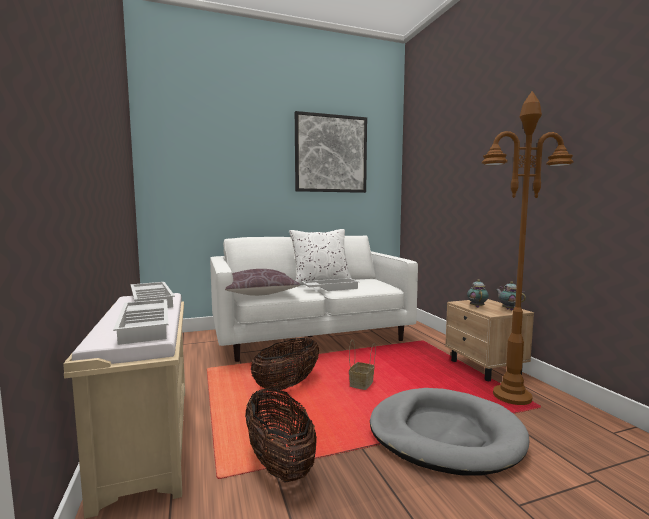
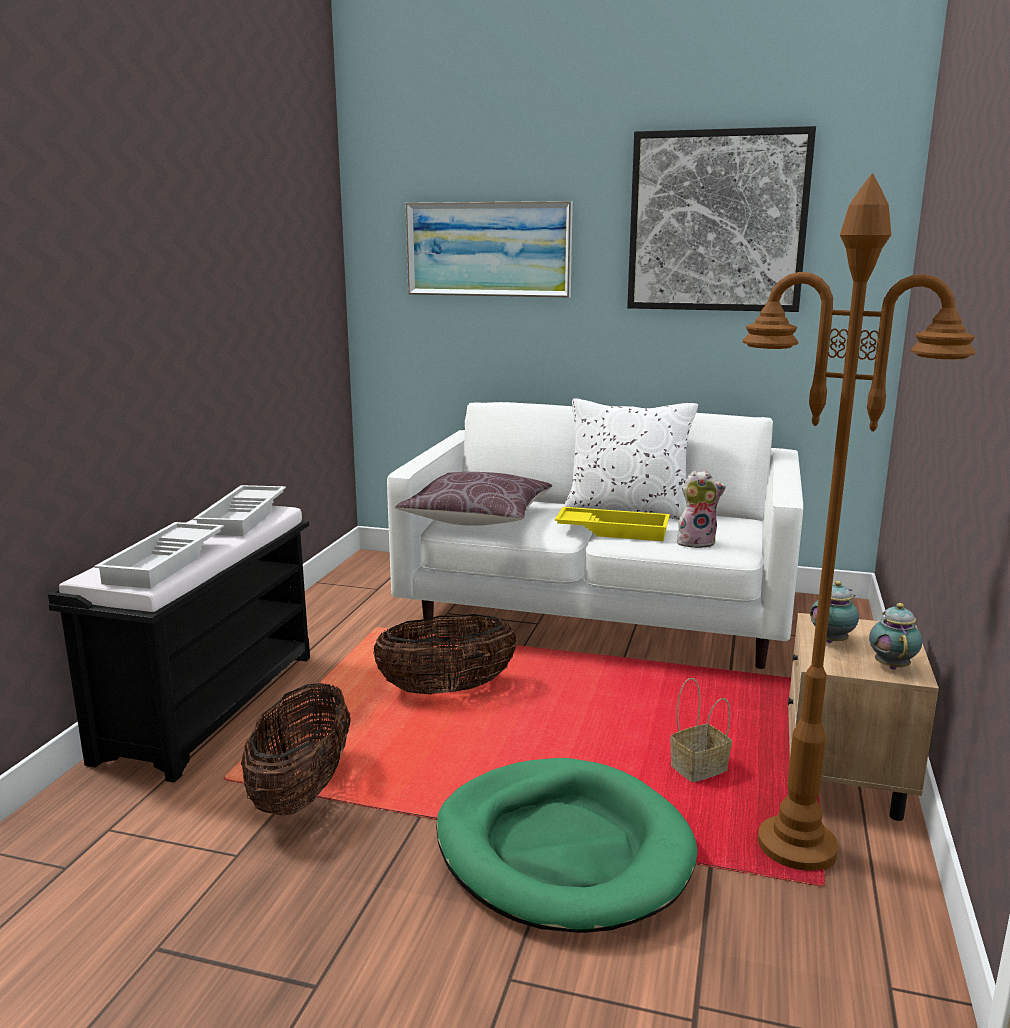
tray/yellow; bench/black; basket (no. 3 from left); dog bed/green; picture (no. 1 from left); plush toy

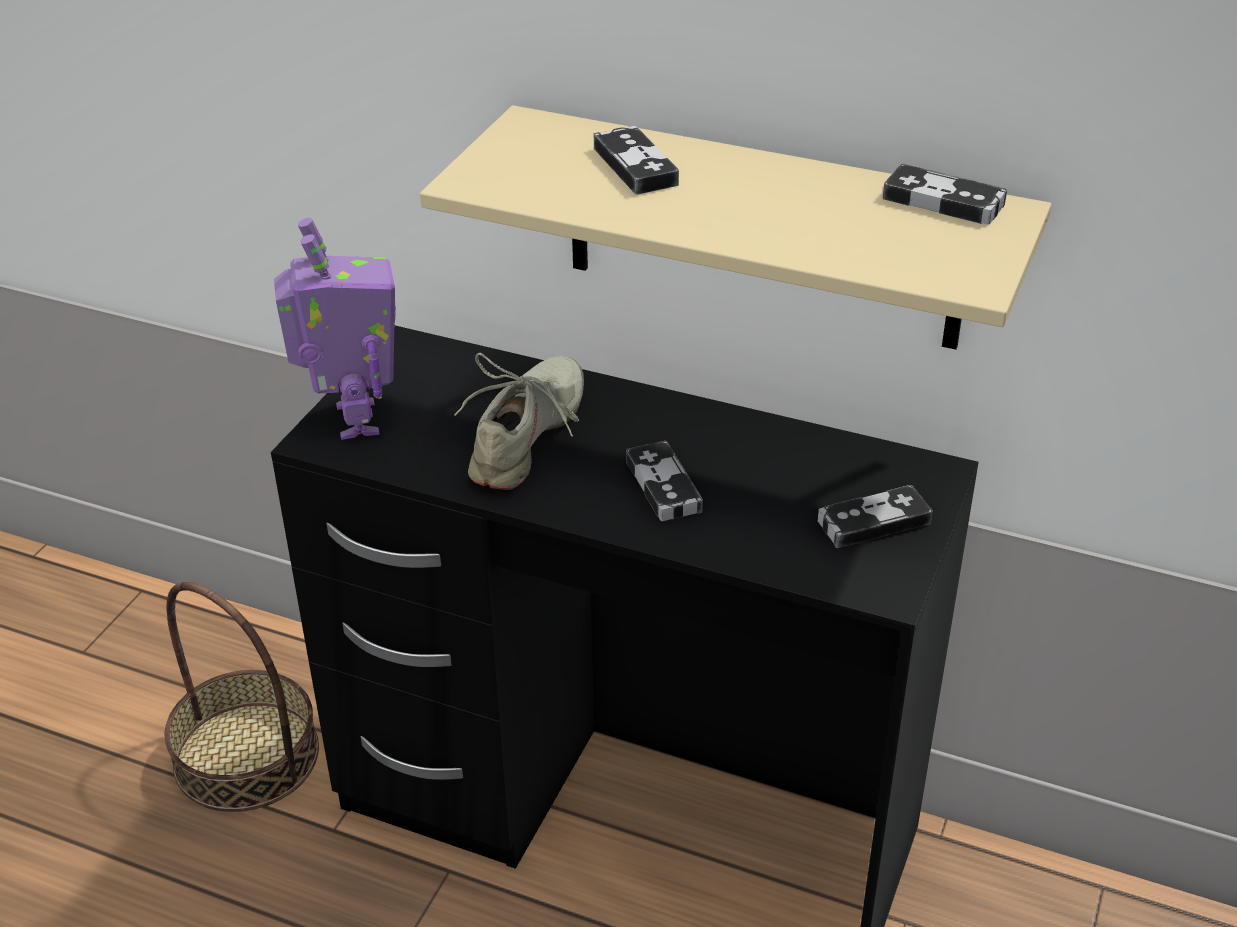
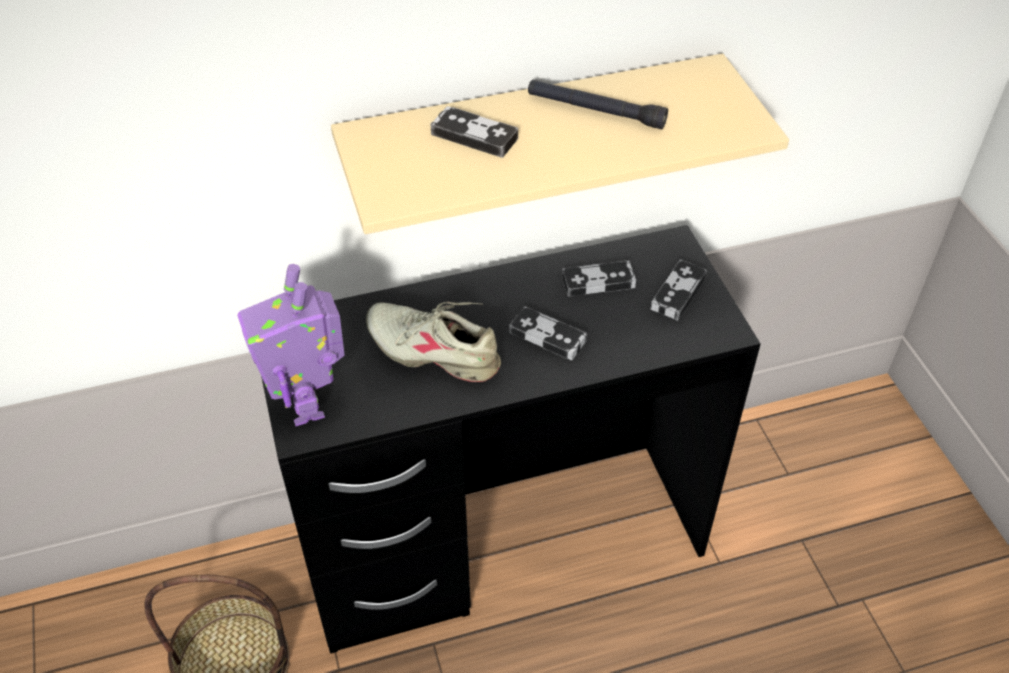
game controller (no. 3 from left); toy robot; shoe/beige; flashlight/black

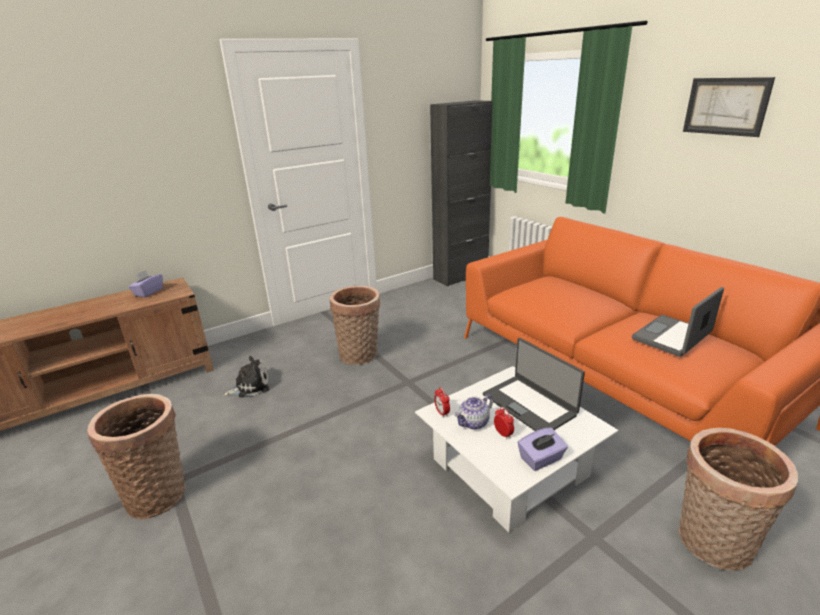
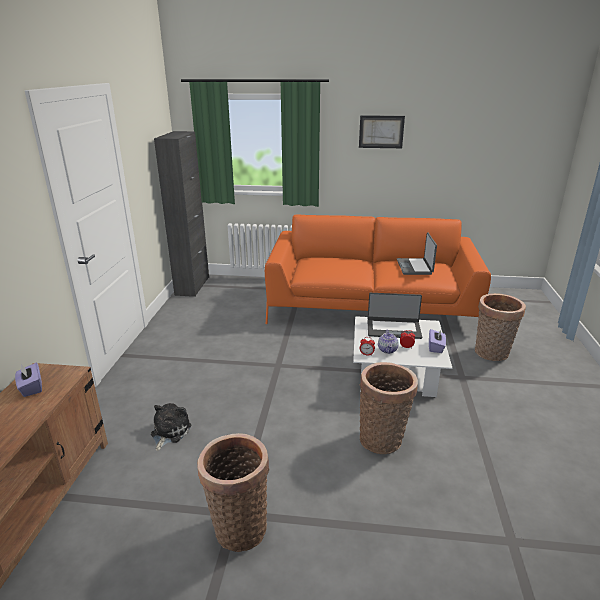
basket (no. 2 from left)

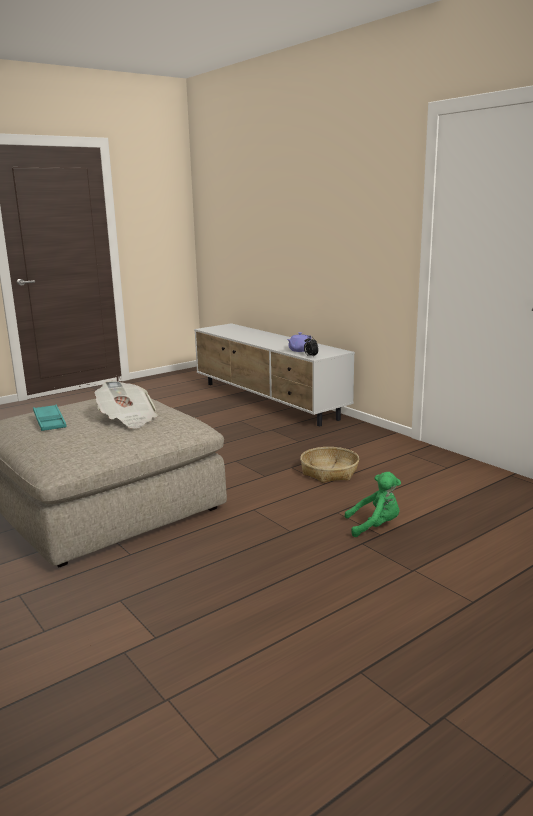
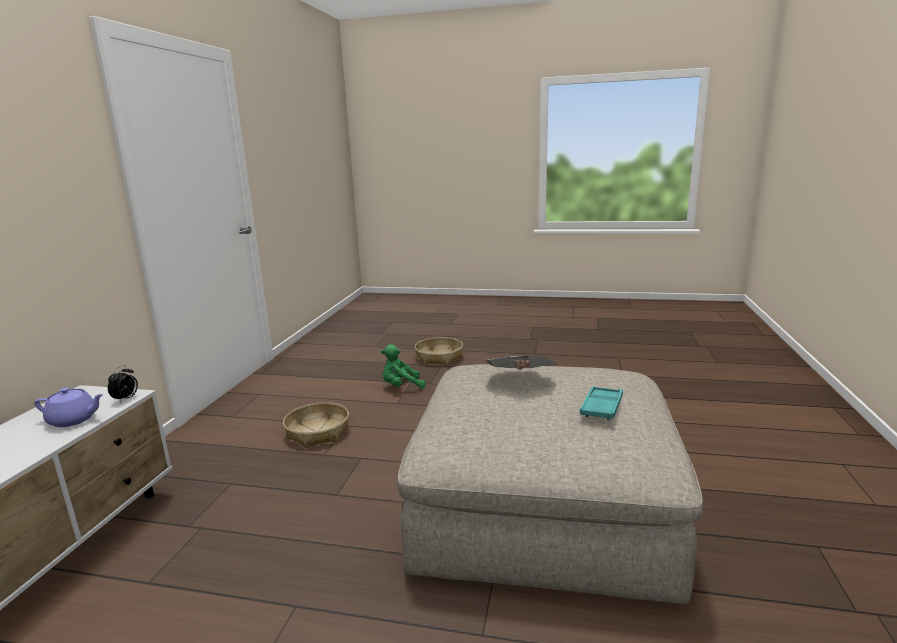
plush toy/green; basket (no. 2 from left)

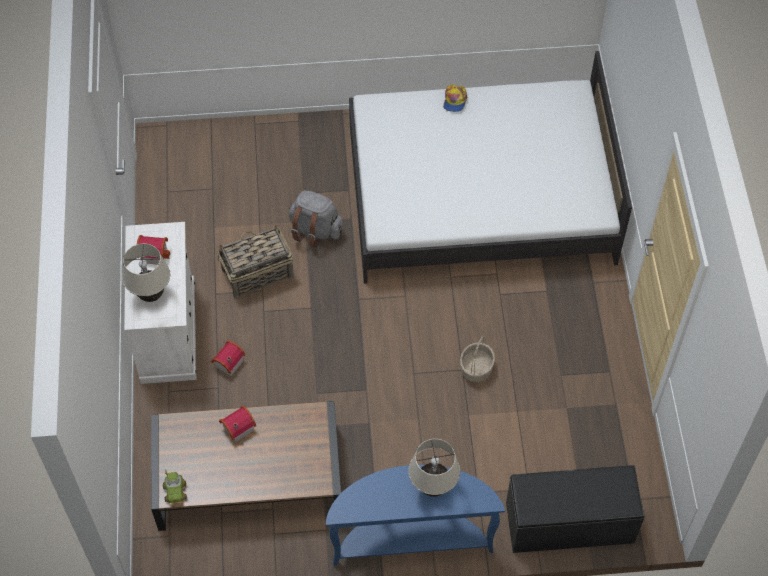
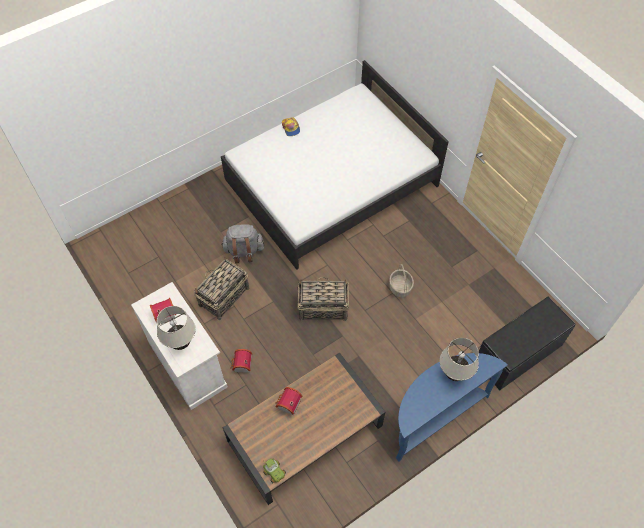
basket (no. 2 from left)

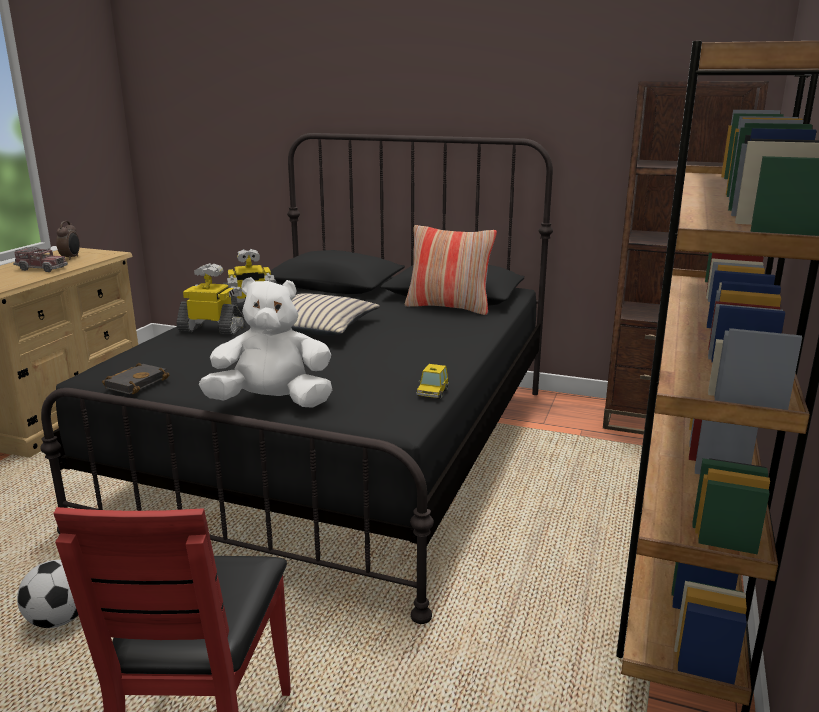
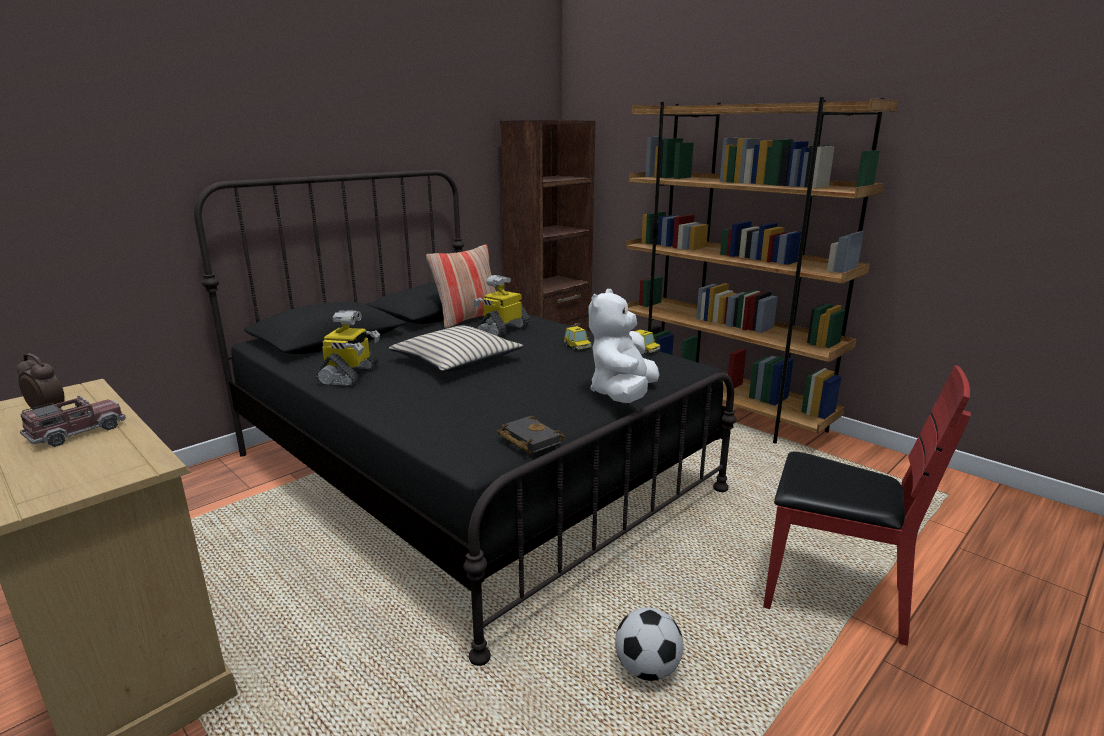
toy robot (no. 2 from left); toy car (no. 1 from left)

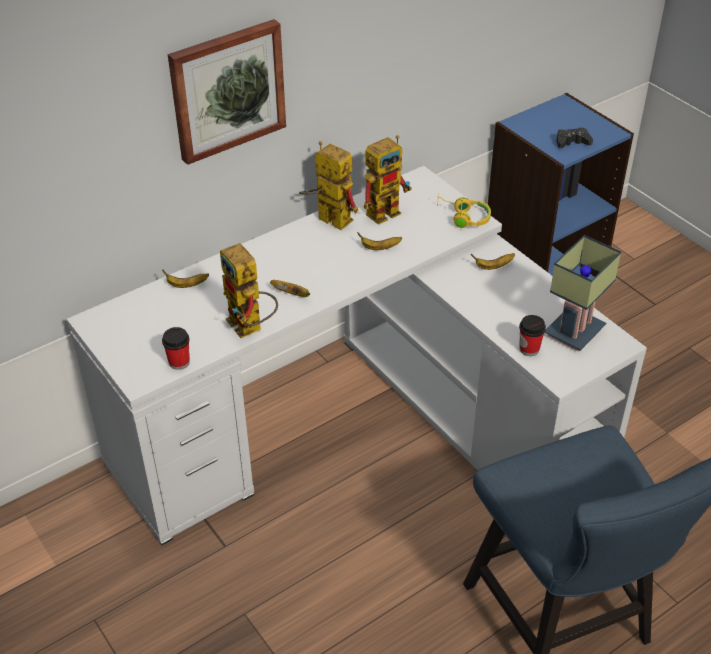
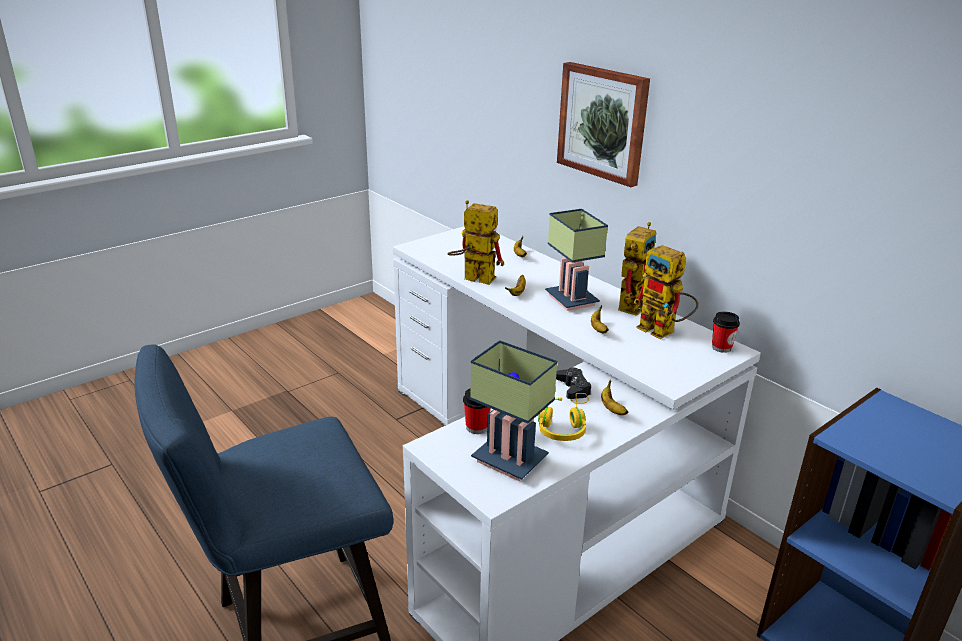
game controller/black; headphones/yellow; toy robot (no. 1 from left); cup (no. 2 from left); table lamp (no. 2 from left)

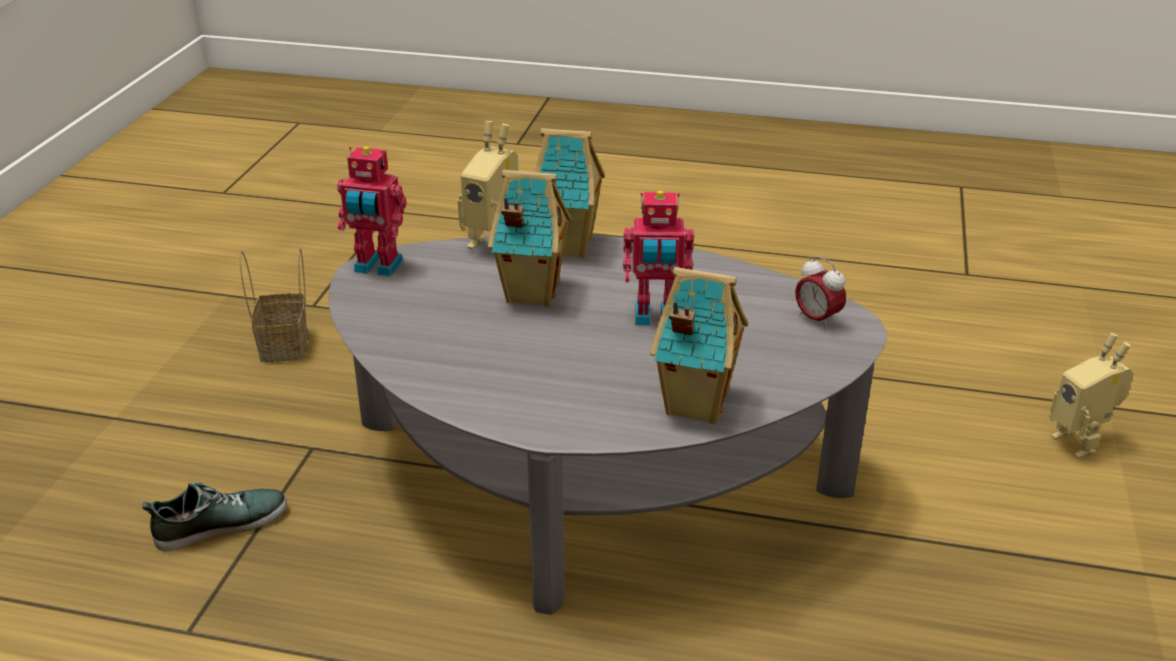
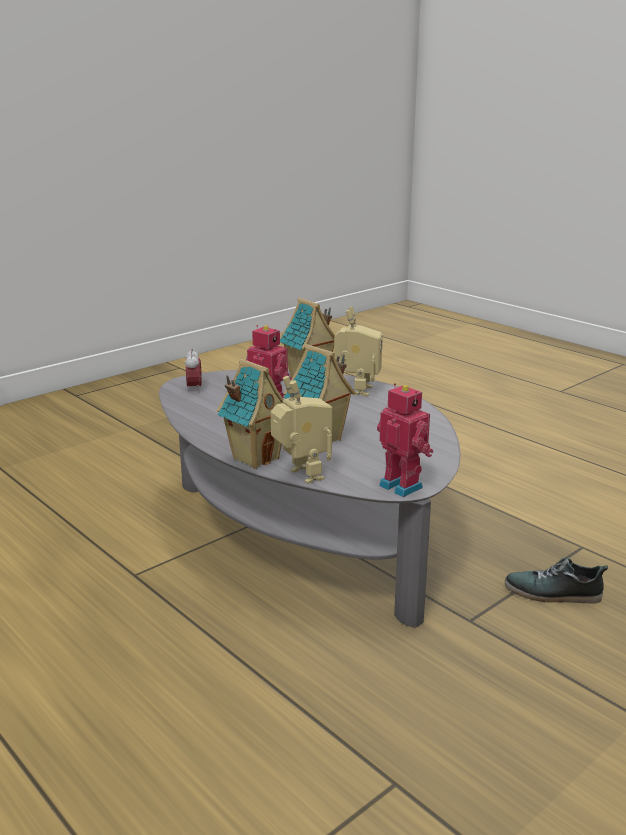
basket; toy robot (no. 3 from left)

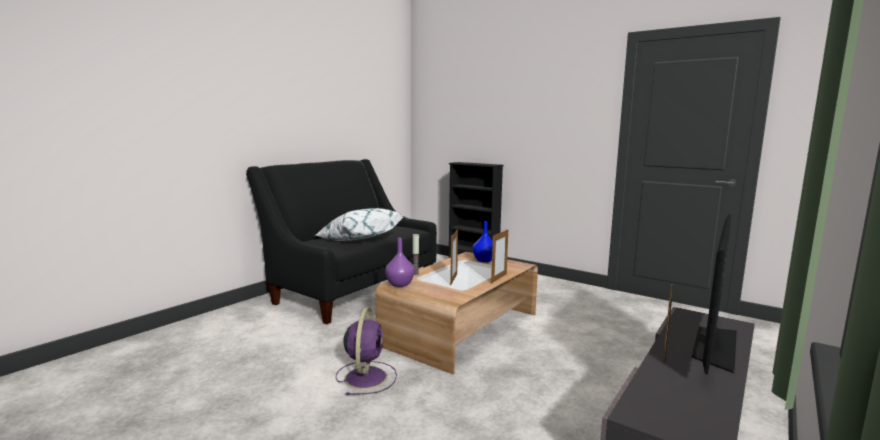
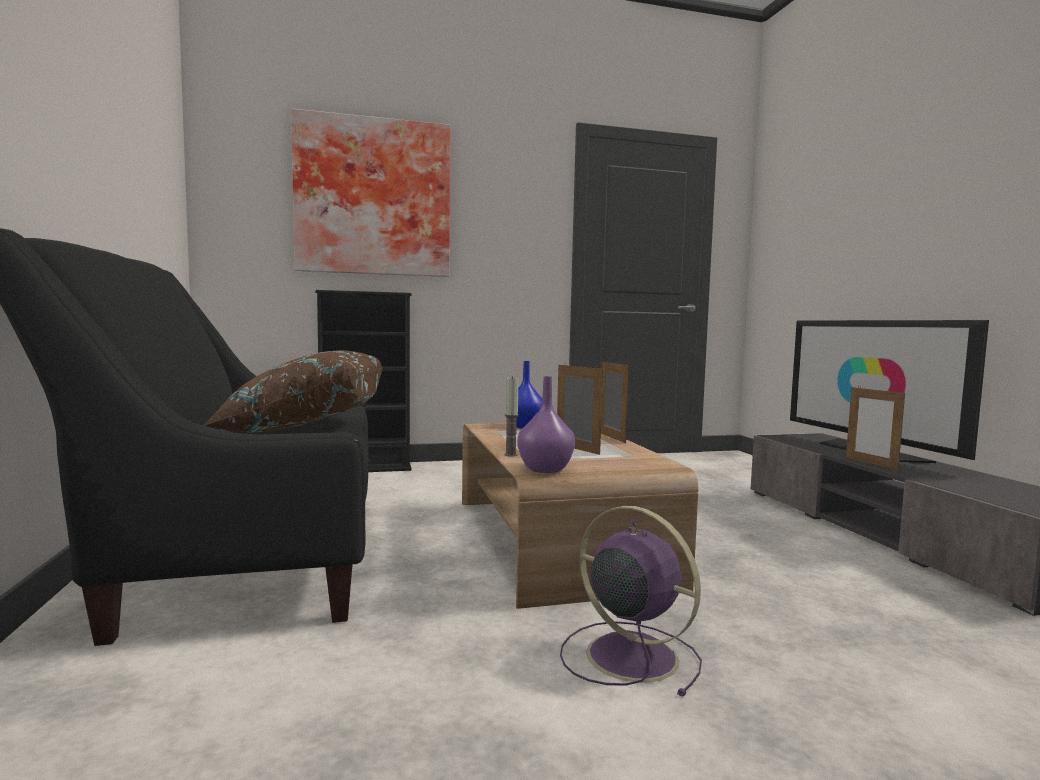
pillow/brown; picture

